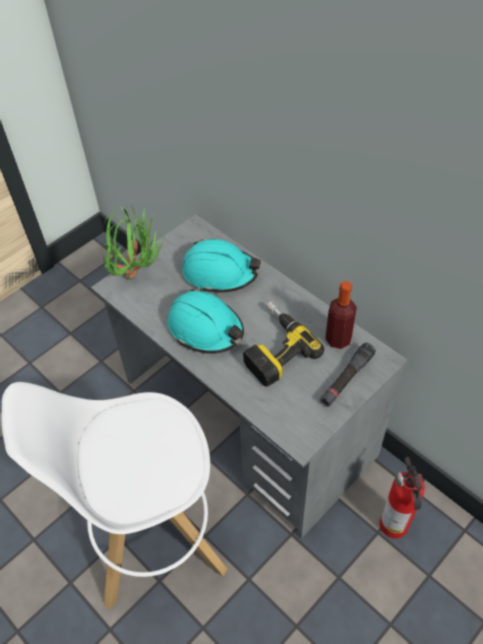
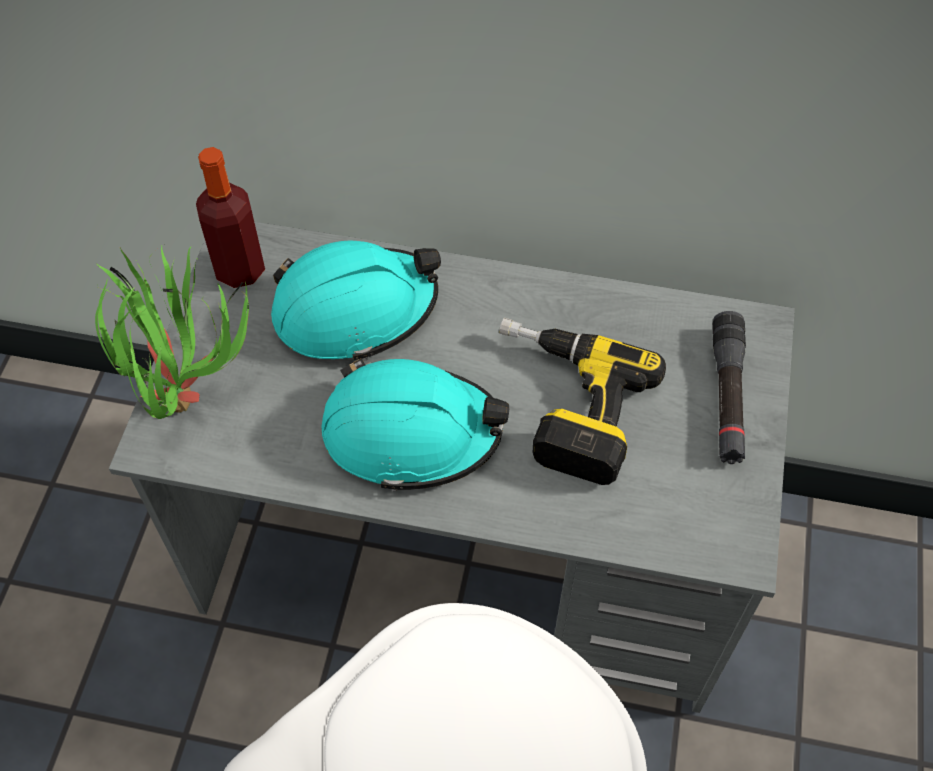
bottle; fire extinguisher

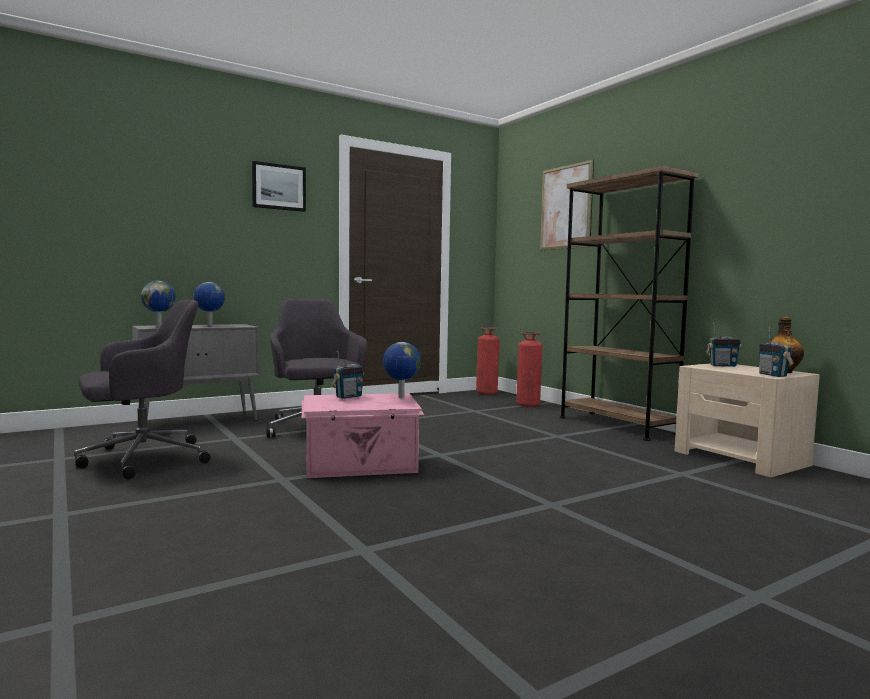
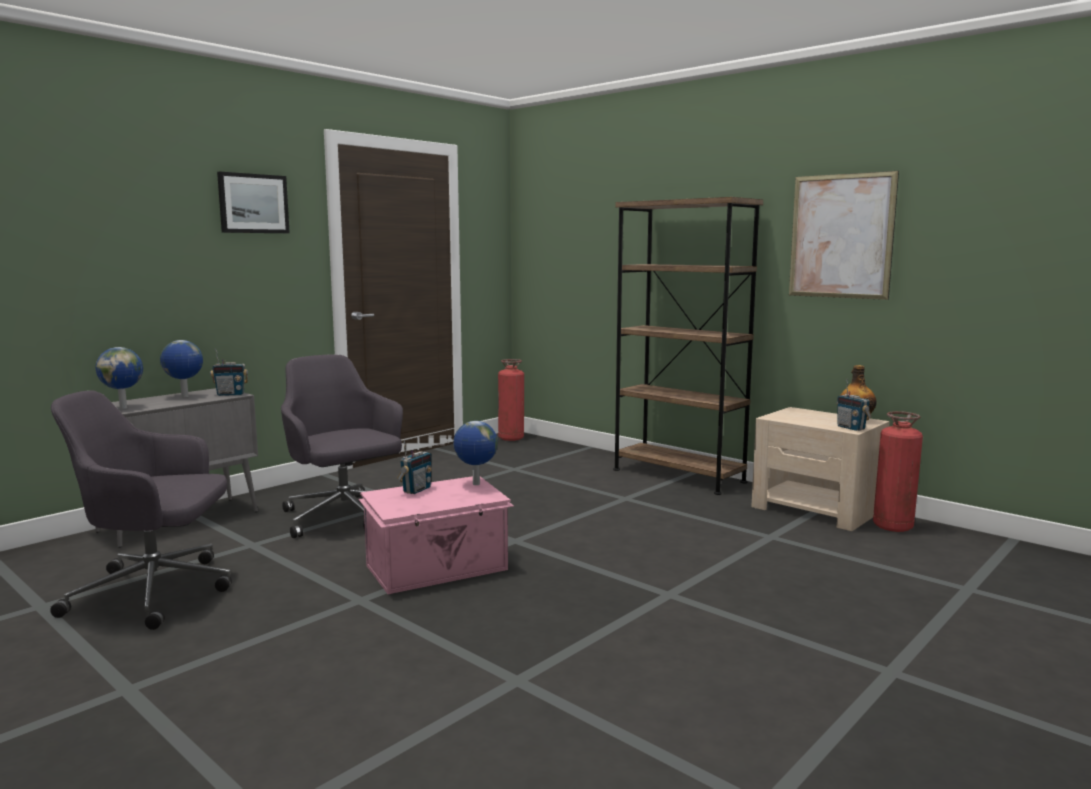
picture (no. 2 from left); office chair/grey (no. 1 from left); radio (no. 1 from left); fire extinguisher (no. 2 from left)

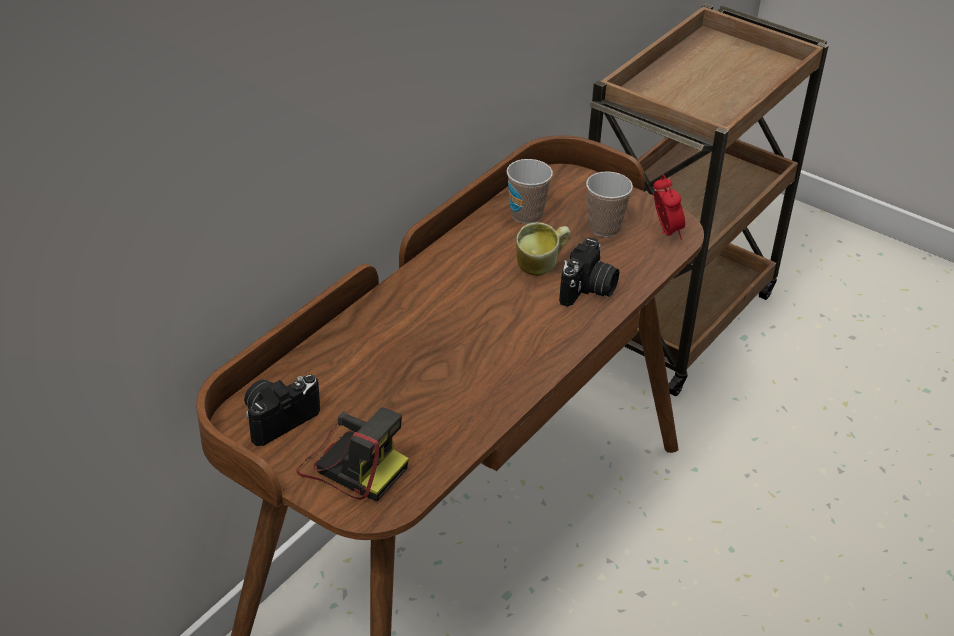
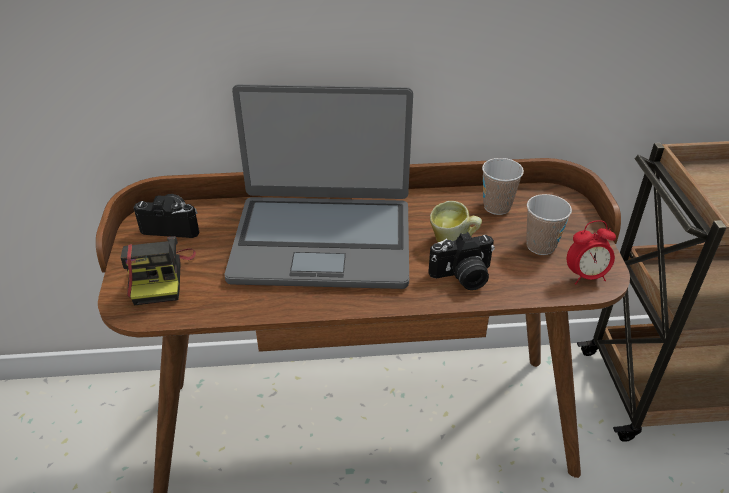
alarm clock; laptop

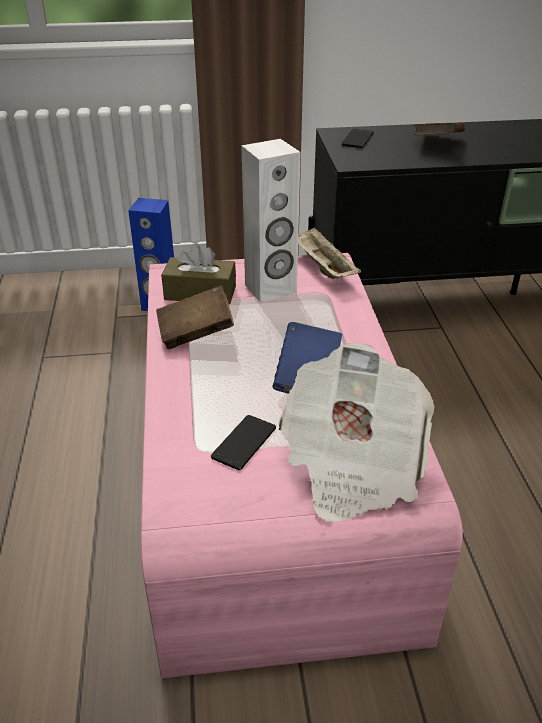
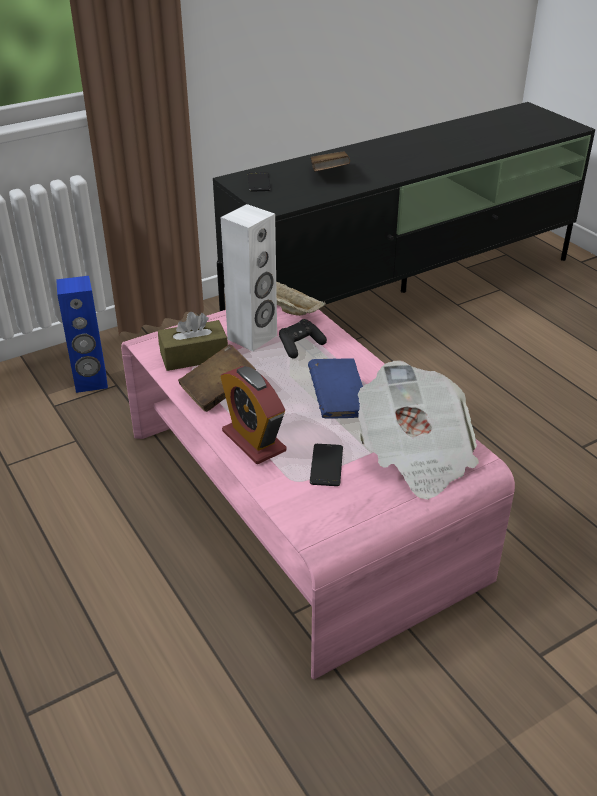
game controller/black; alarm clock

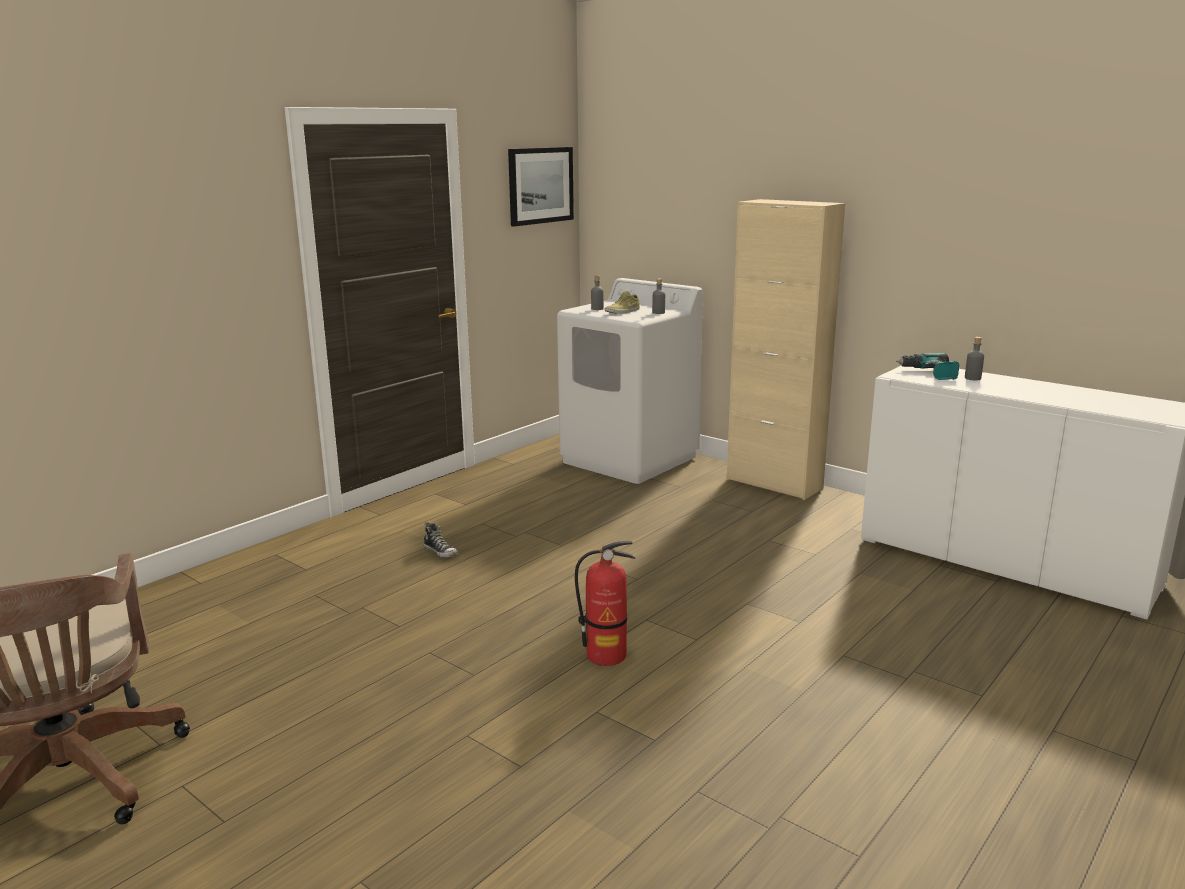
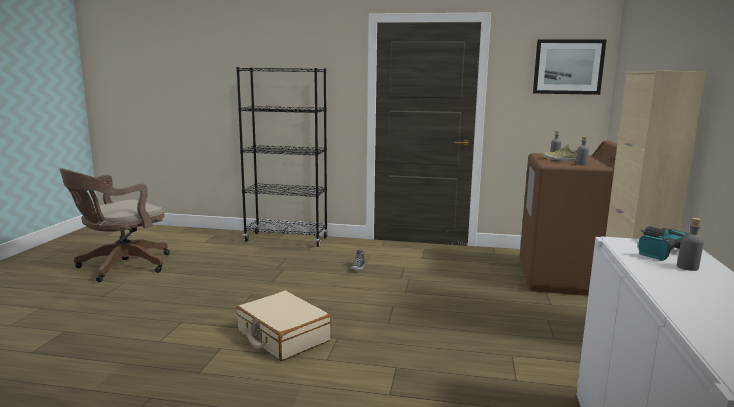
washing machine/brown; suitcase/beige; bookcase/black

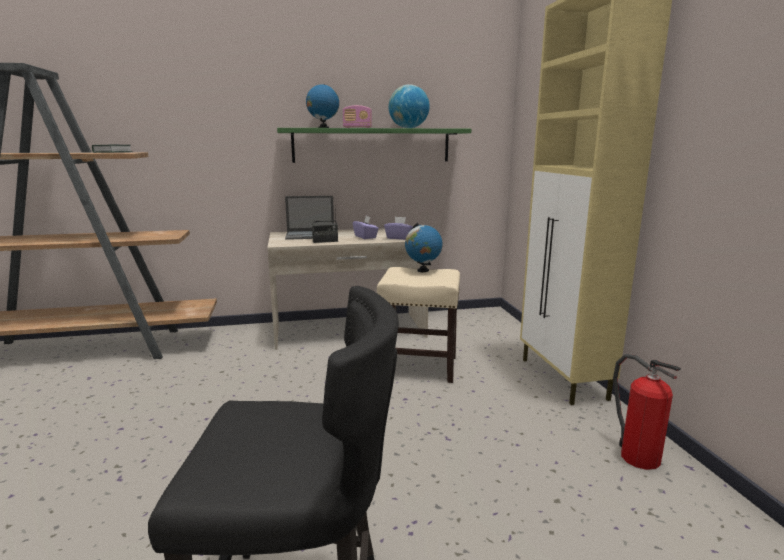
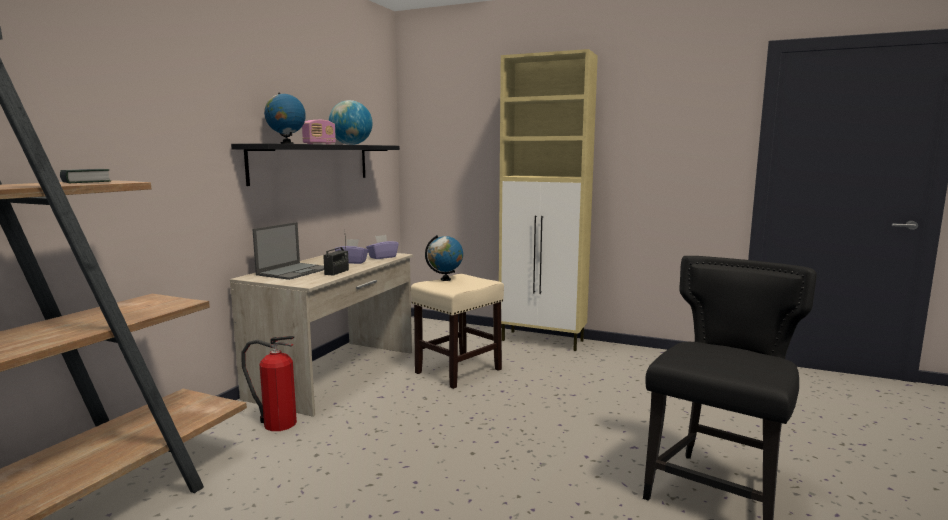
shelf/black; fire extinguisher

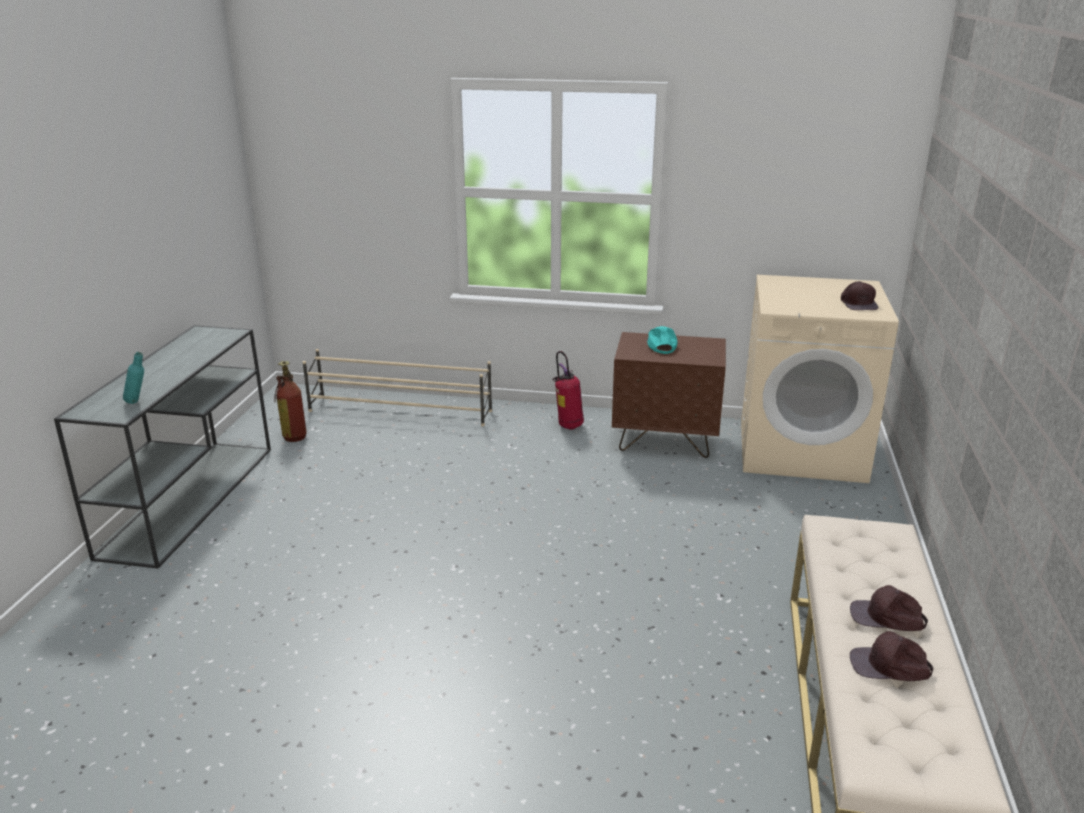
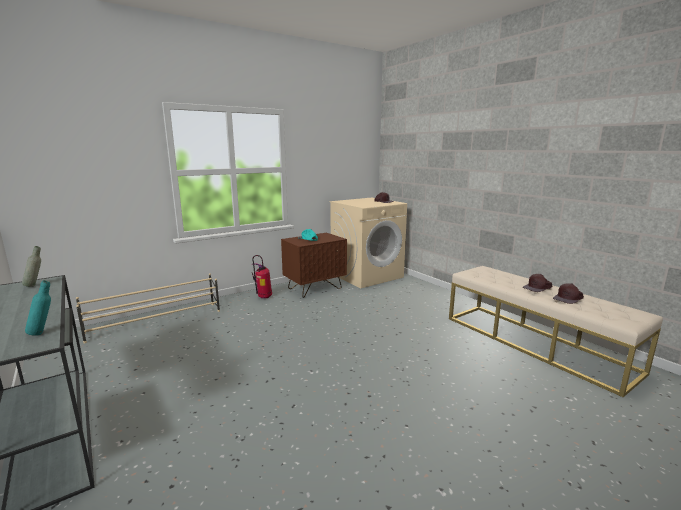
fire extinguisher (no. 1 from left in the first image); bottle/grey

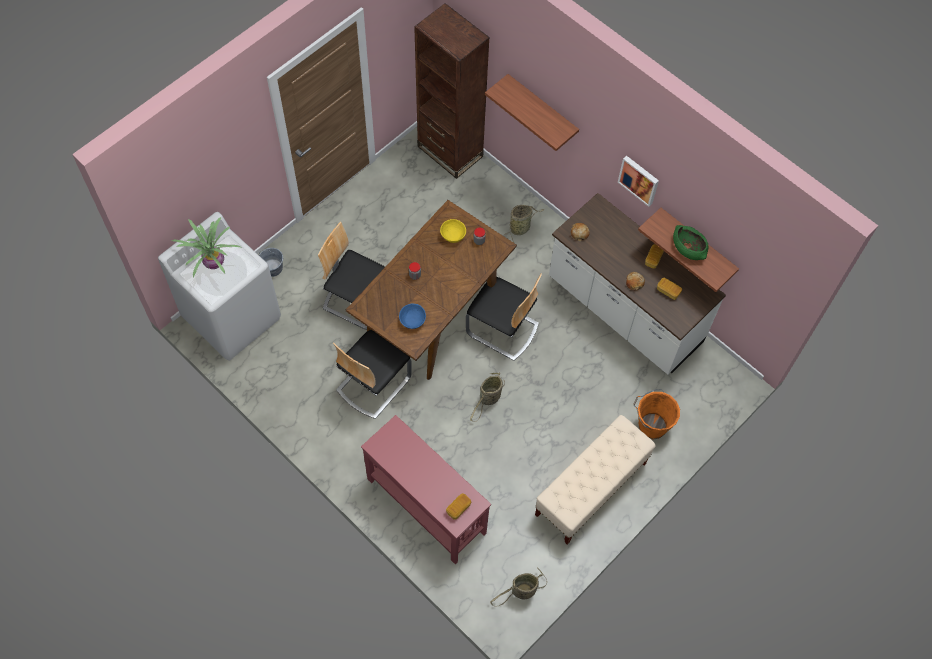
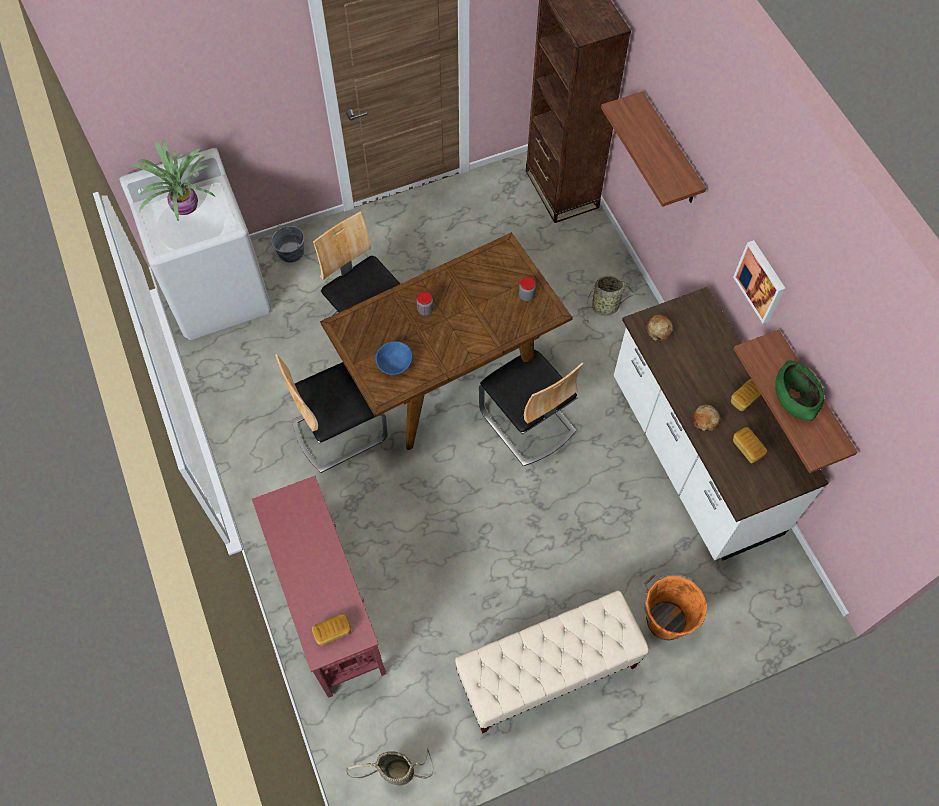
bowl/yellow; basket (no. 1 from left in the first image)

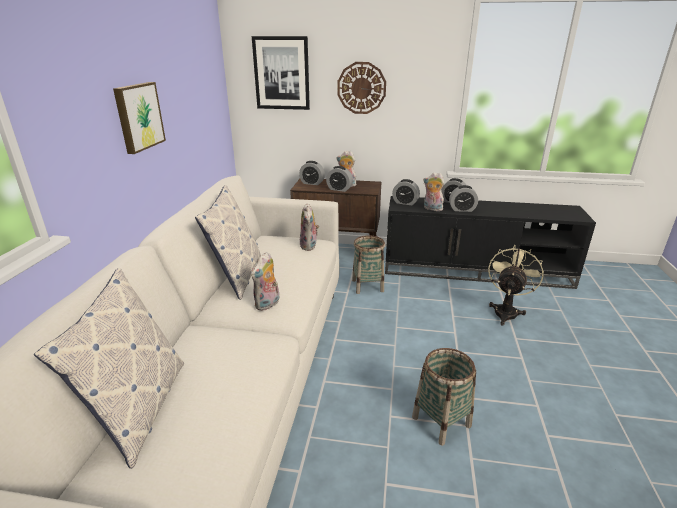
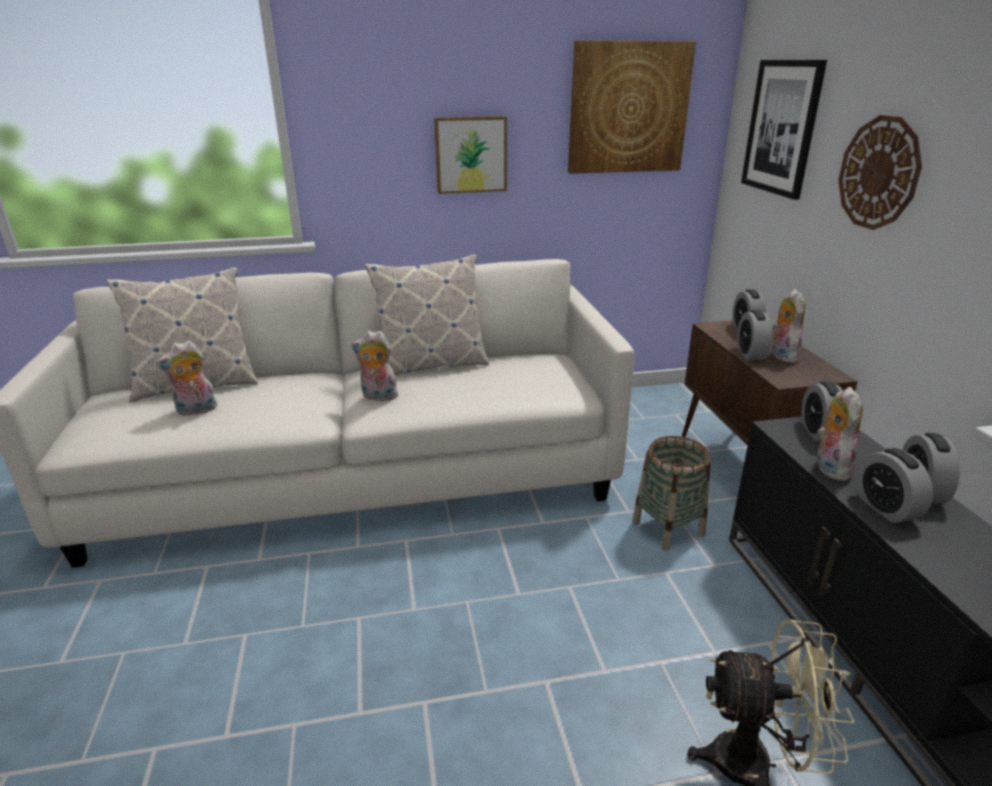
plush toy (no. 1 from left); basket (no. 2 from left in the first image); picture (no. 2 from left)

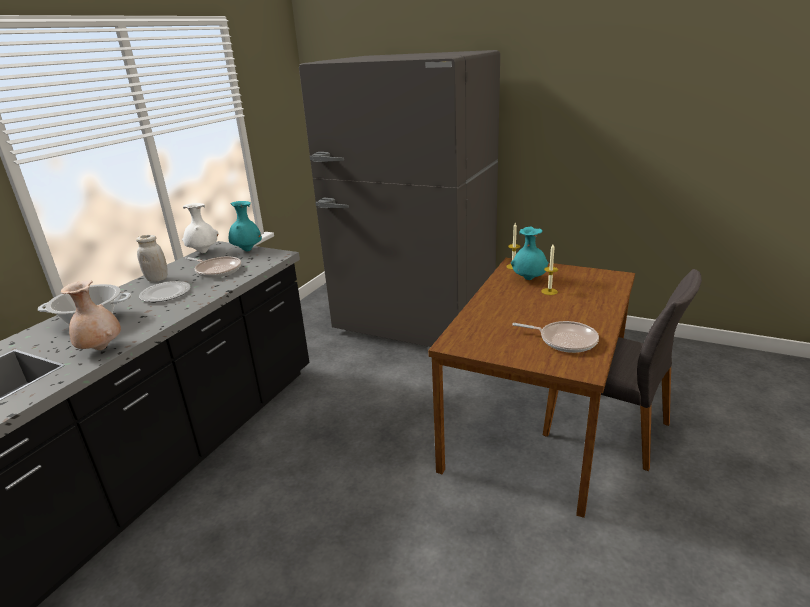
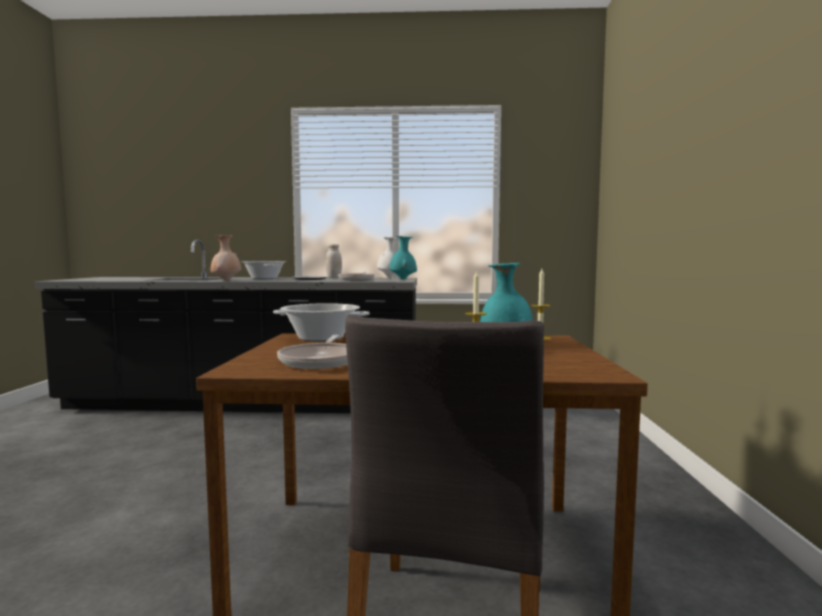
fridge/grey; cooking pot (no. 2 from left)

